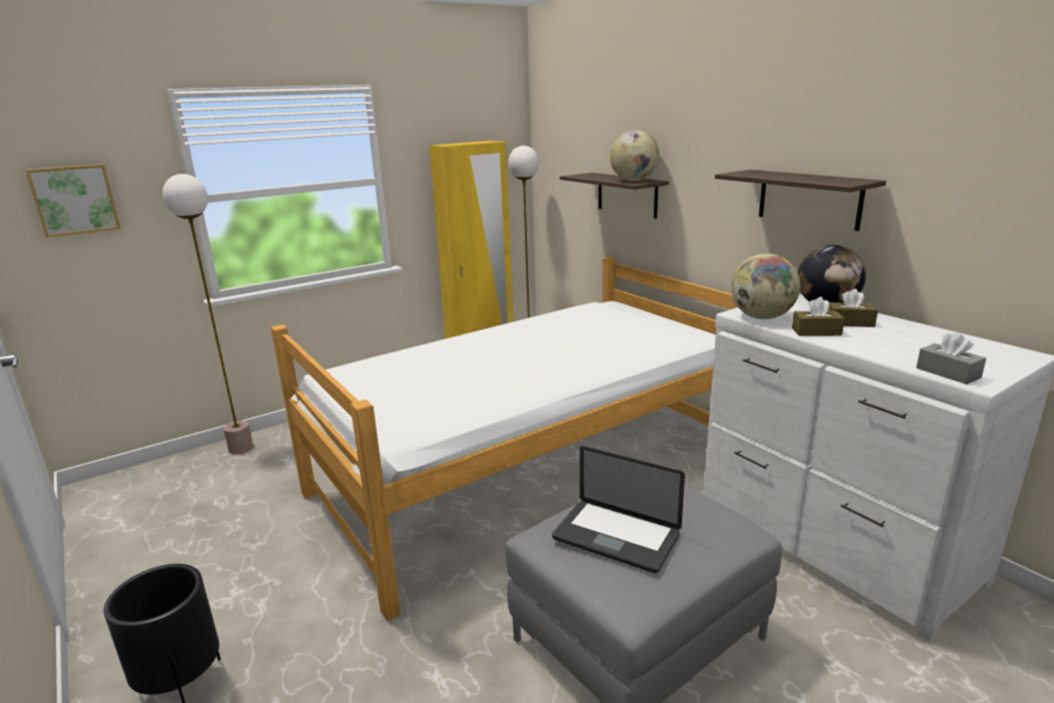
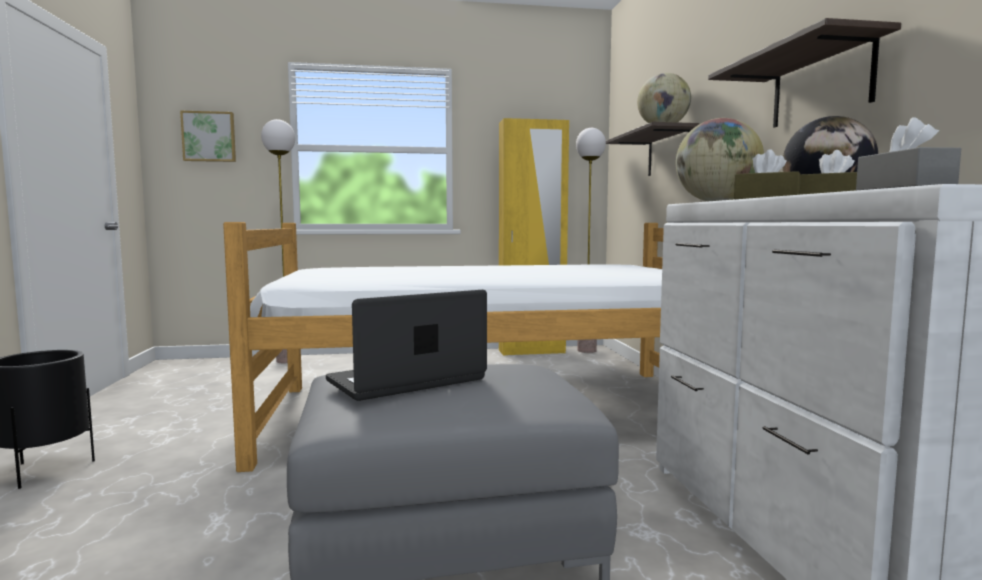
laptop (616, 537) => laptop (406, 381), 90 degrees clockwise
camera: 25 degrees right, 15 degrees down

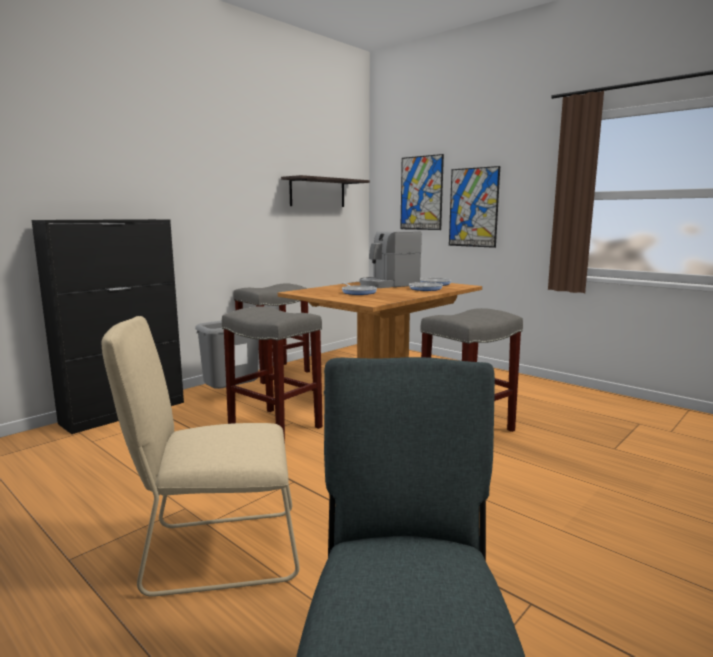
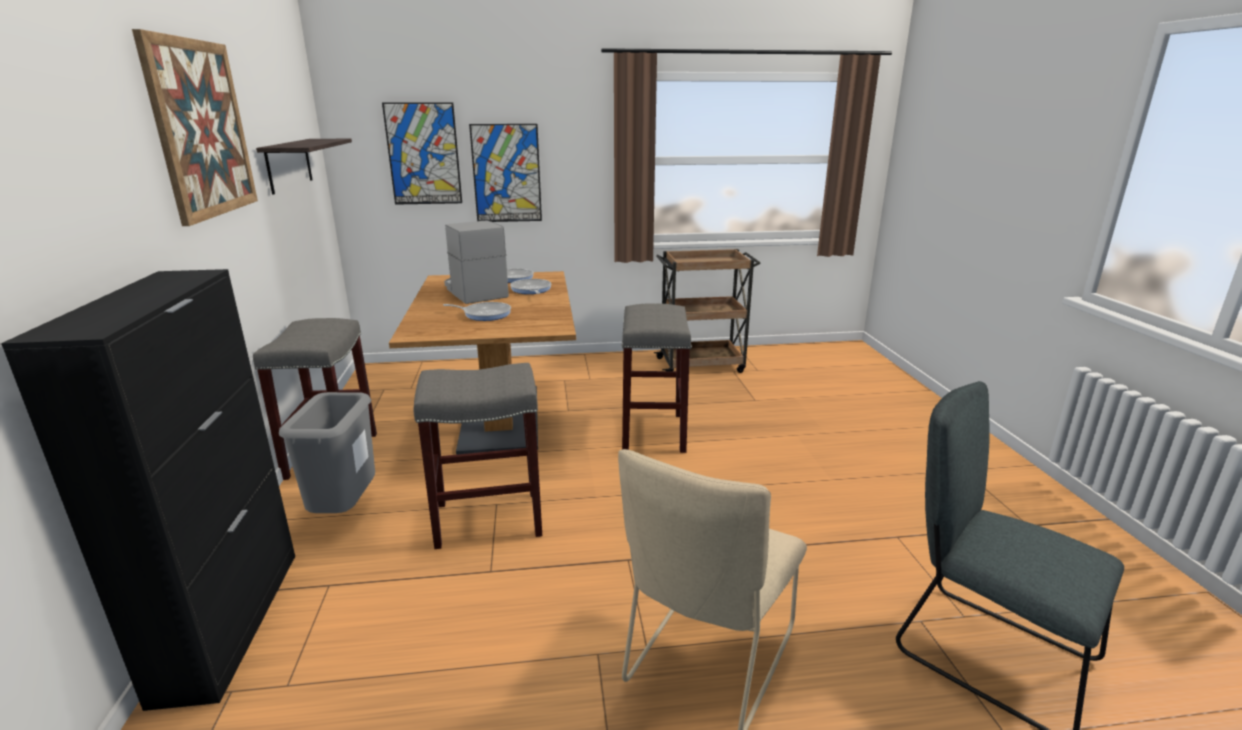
coffee machine (388, 285) => coffee machine (474, 292), 135 degrees clockwise
nothing => picture (201, 129)
nothing => brown cart (701, 365)
camera: 50 degrees left, 10 degrees up

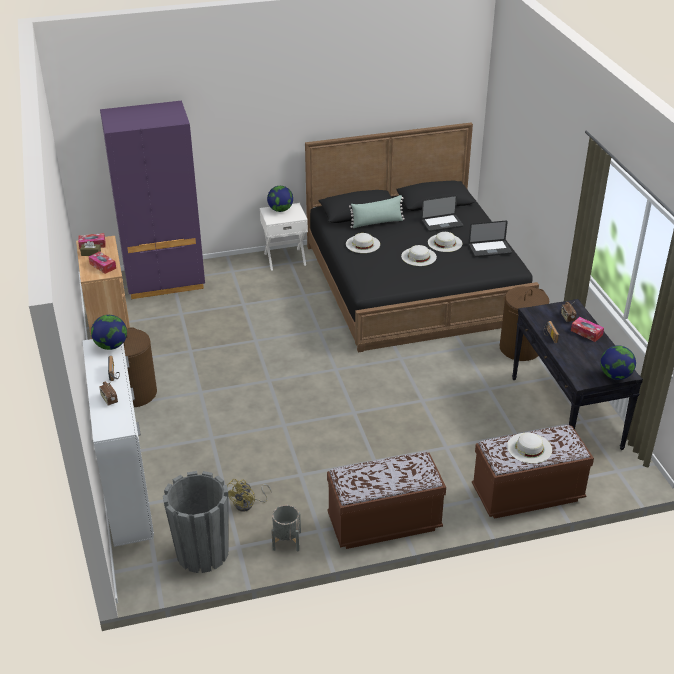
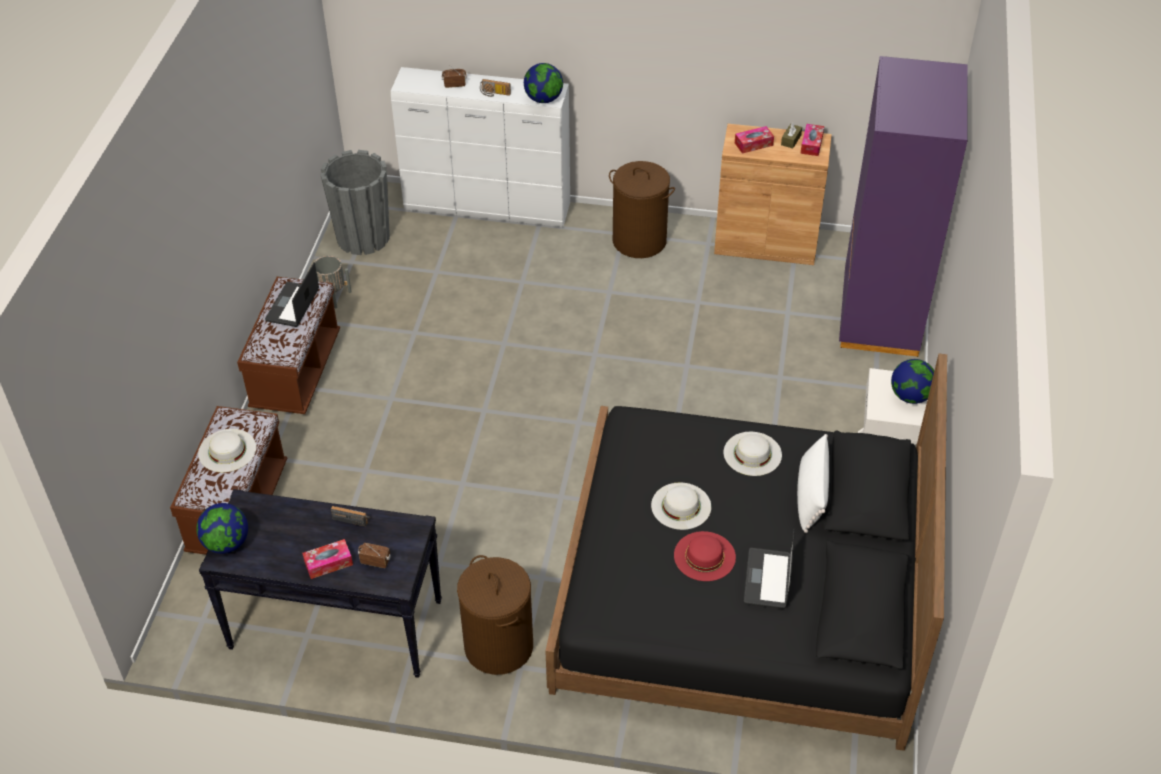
yellow fan (248, 504) => nothing
green pillow (377, 223) => white pillow (811, 495)
white hat (445, 243) => red hat (704, 556)
laptop (490, 249) => laptop (292, 305), moved
camera: 115 degrees right, 10 degrees up

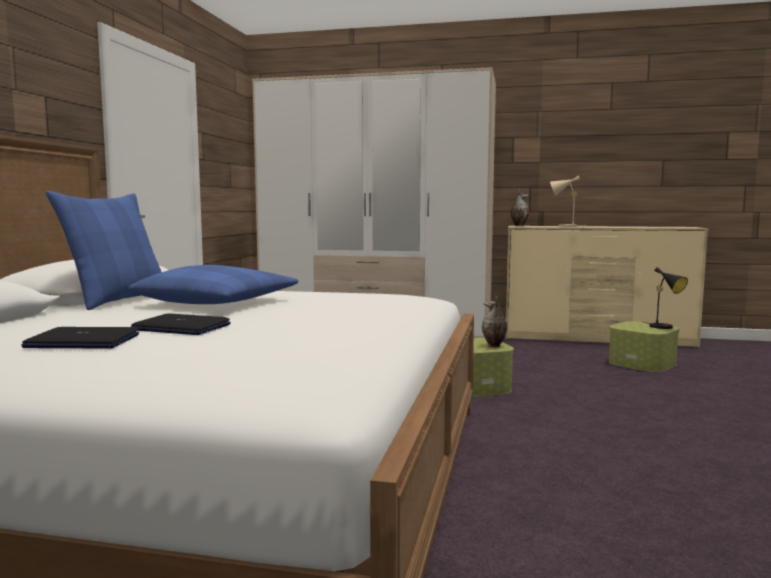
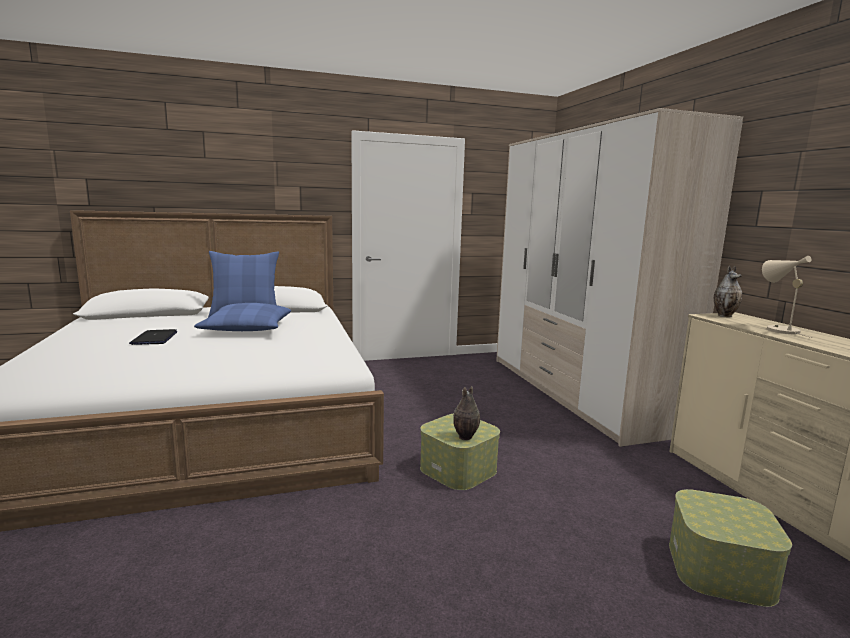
laptop (82, 341) => nothing
black table lamp (664, 327) => nothing
camera: 60 degrees right, 5 degrees up

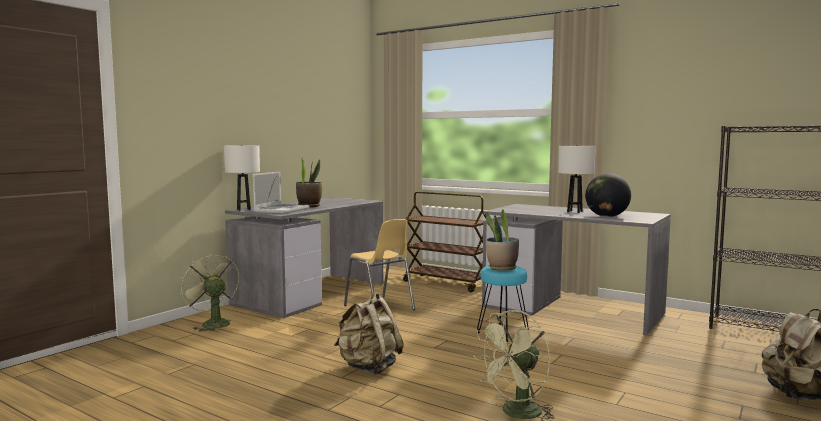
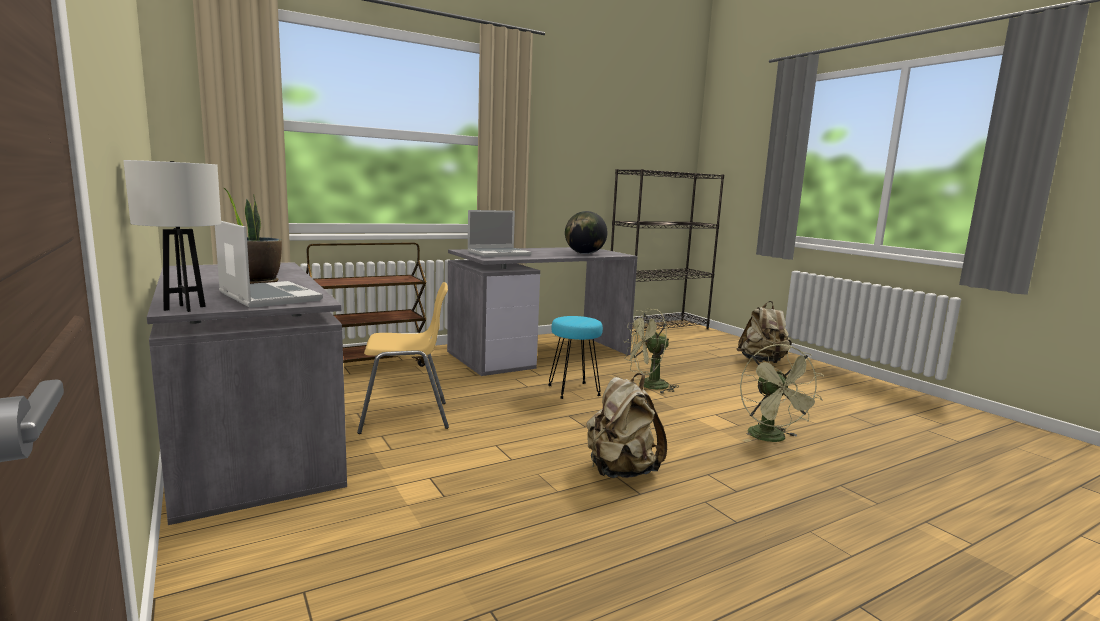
green fan (212, 323) => green fan (647, 386), moved
potted plant (501, 268) => nothing
white table lamp (574, 212) => nothing
nothing => laptop (499, 254)
camera: 65 degrees left, 5 degrees up

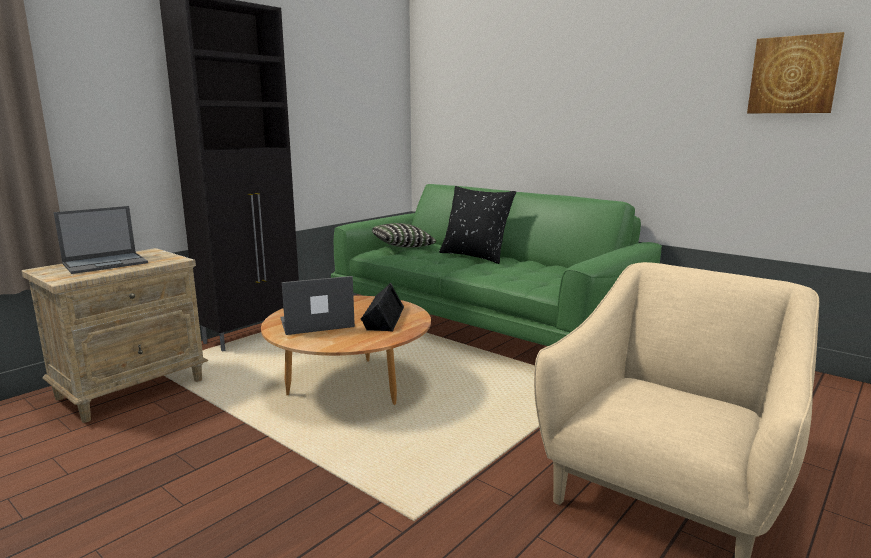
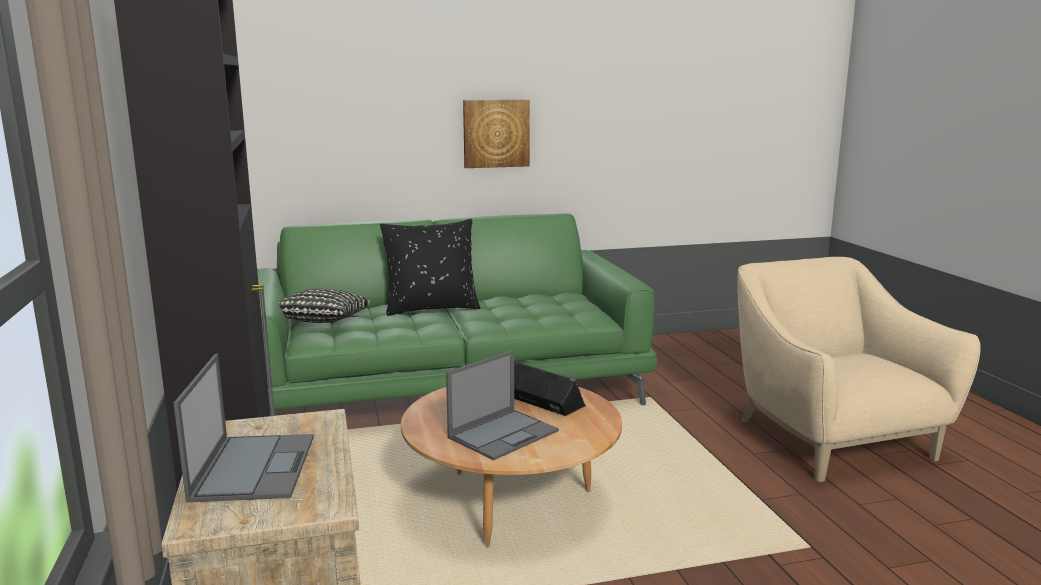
laptop (316, 323) => laptop (504, 434), 150 degrees counterclockwise
picture (793, 75) => picture (496, 133), moved
camera: 55 degrees left, 0 degrees up

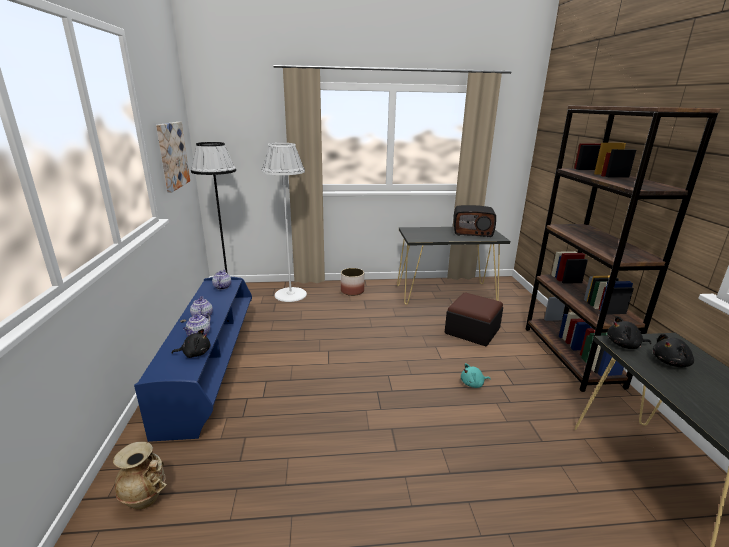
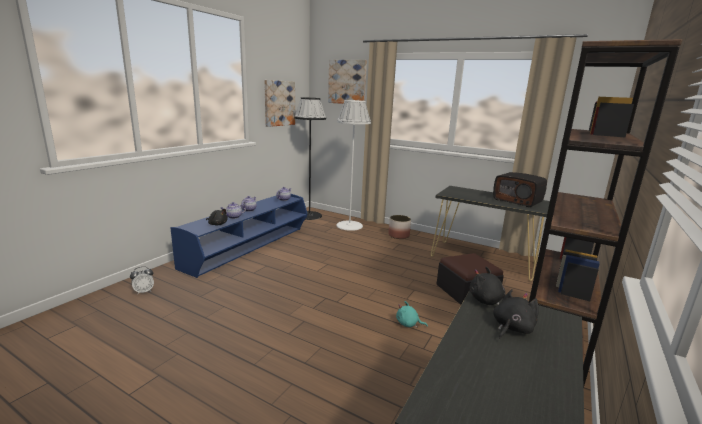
beige vase (146, 497) => alarm clock (144, 291)
black plush toy (671, 362) => black plush toy (511, 328), 120 degrees clockwise
nothing => picture (347, 82)
camera: 35 degrees right, 5 degrees down

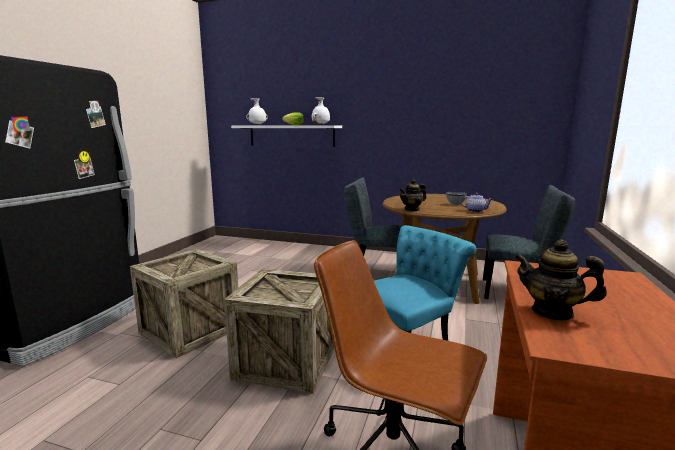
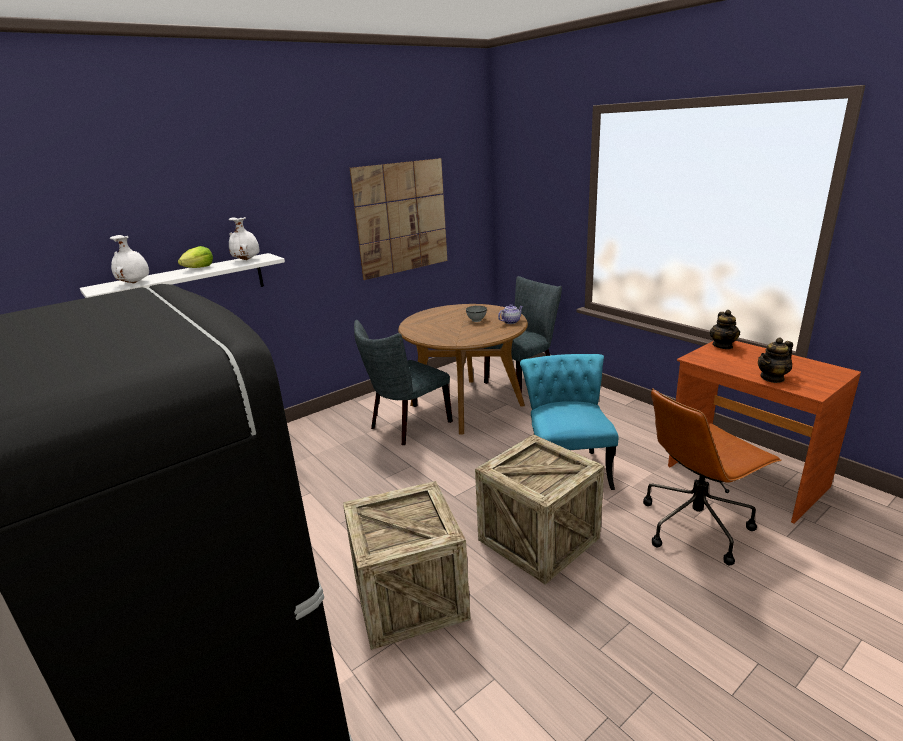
teapot (412, 209) => teapot (723, 346), moved
nothing => picture (402, 218)
camera: 55 degrees left, 10 degrees up

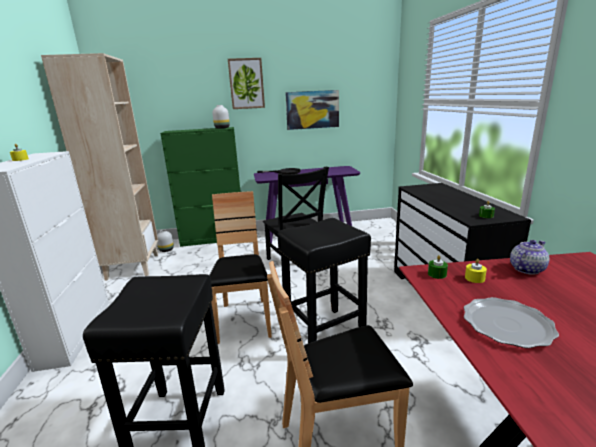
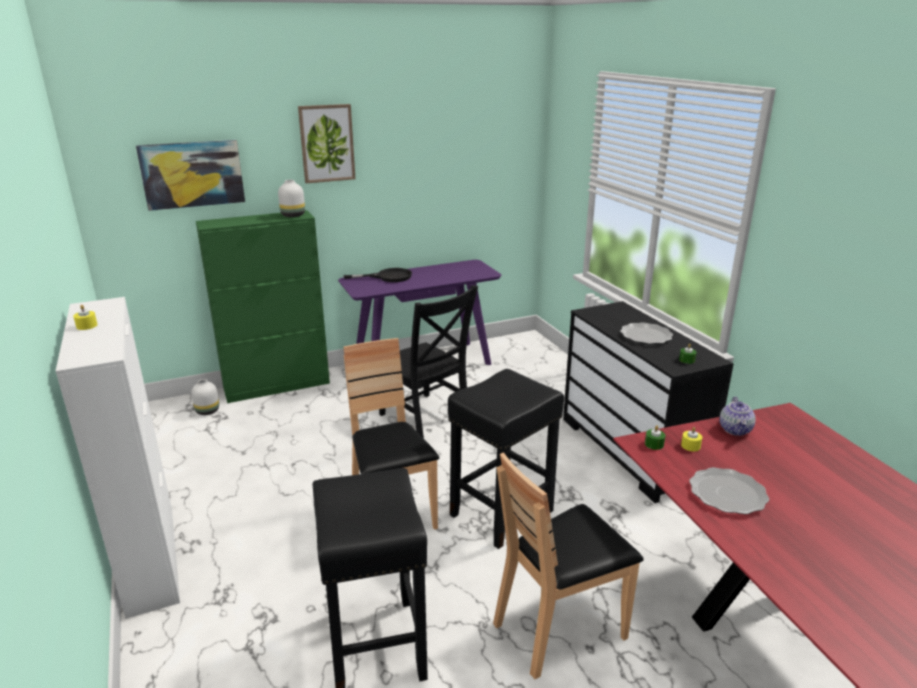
beige bookcase (133, 266) => nothing
picture (312, 109) => picture (192, 174), moved
teapot (526, 269) => teapot (735, 430), 150 degrees clockwise
nothing => plate (646, 336)
camera: 15 degrees left, 5 degrees up

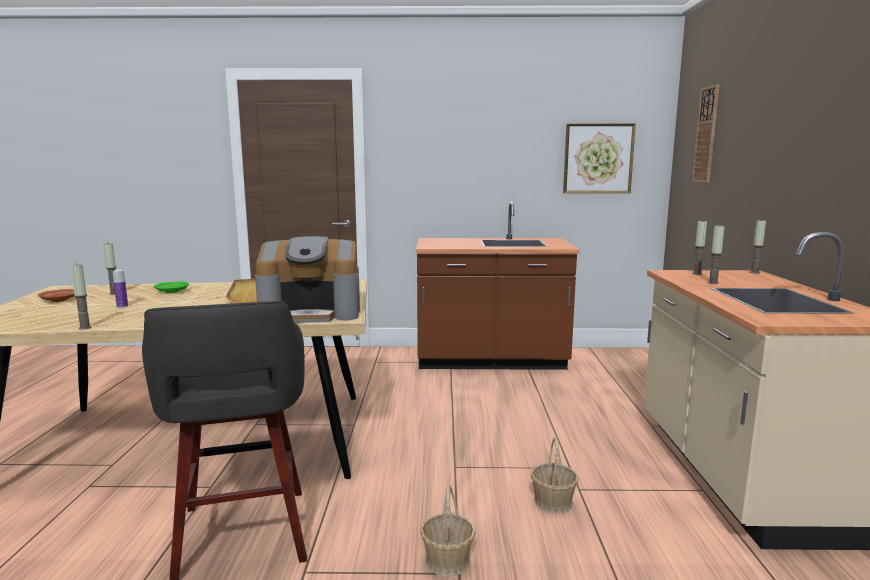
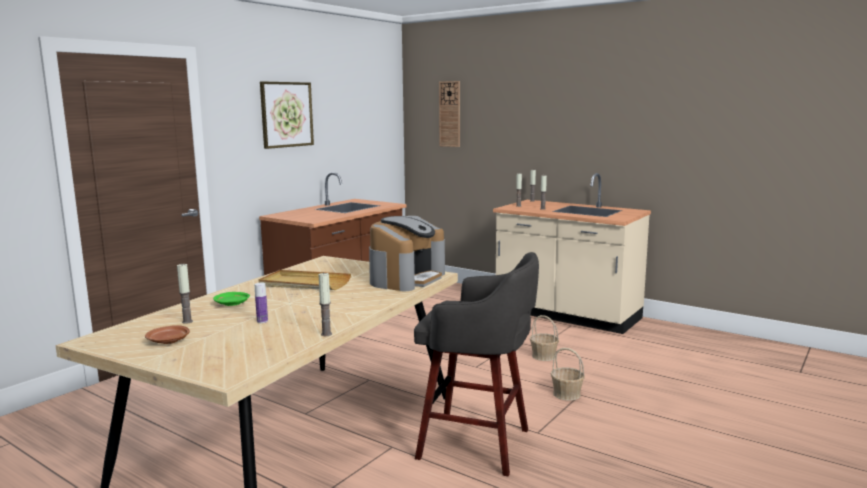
picture (598, 158) => picture (286, 114), moved
camera: 55 degrees left, 0 degrees up

